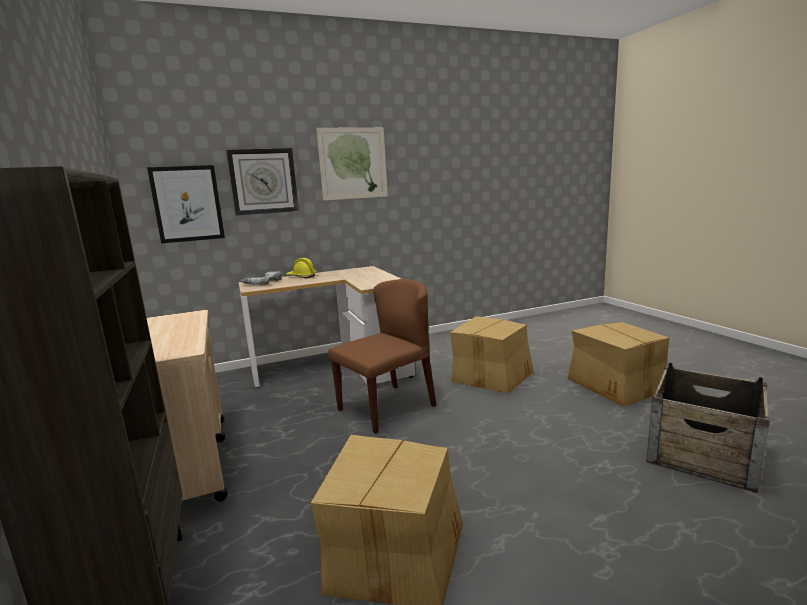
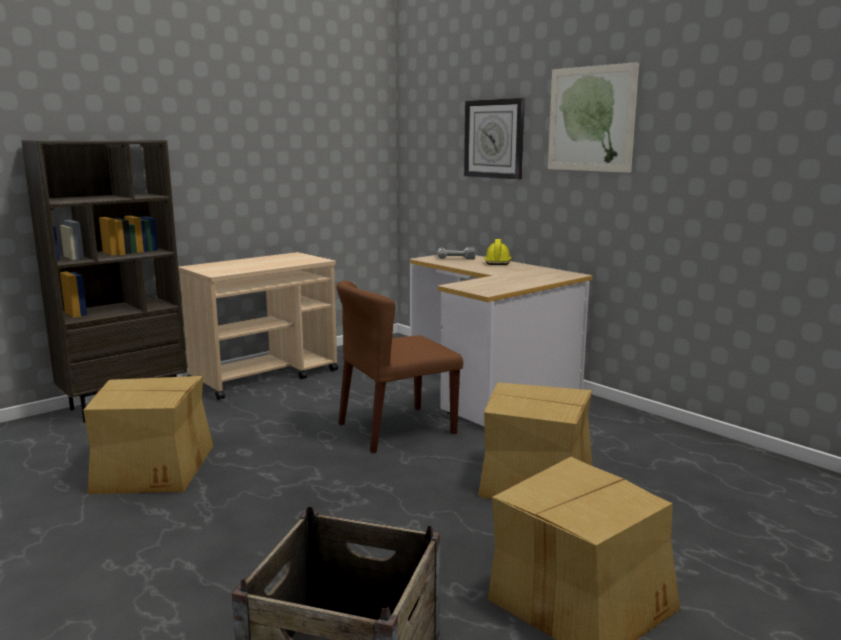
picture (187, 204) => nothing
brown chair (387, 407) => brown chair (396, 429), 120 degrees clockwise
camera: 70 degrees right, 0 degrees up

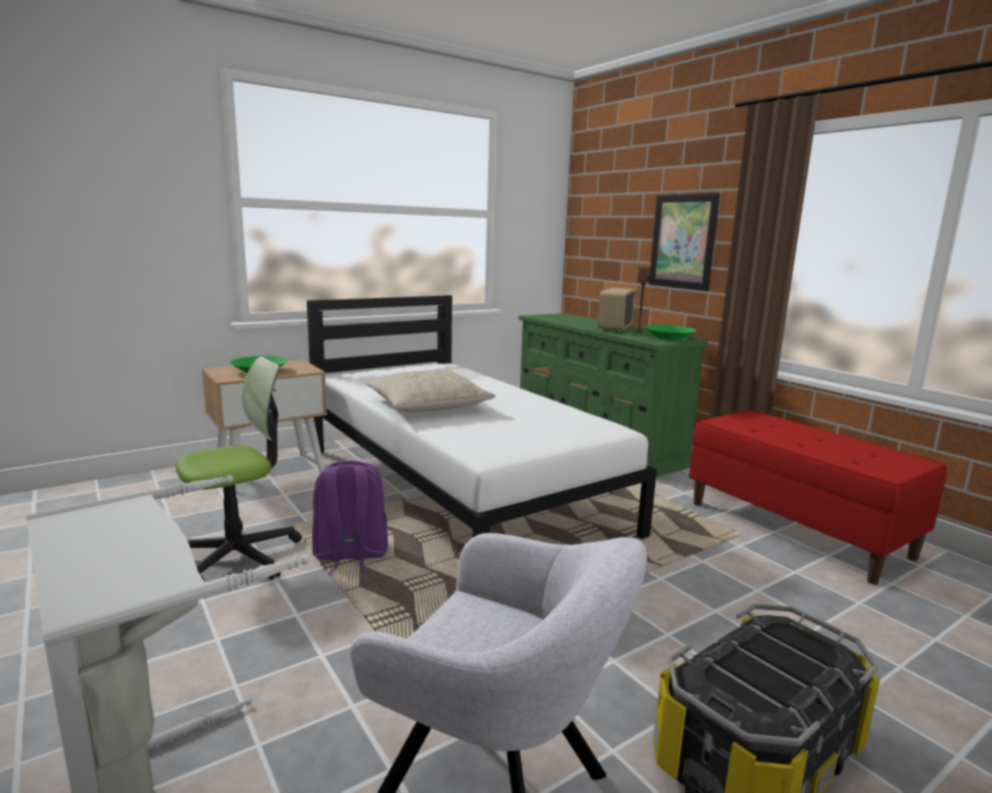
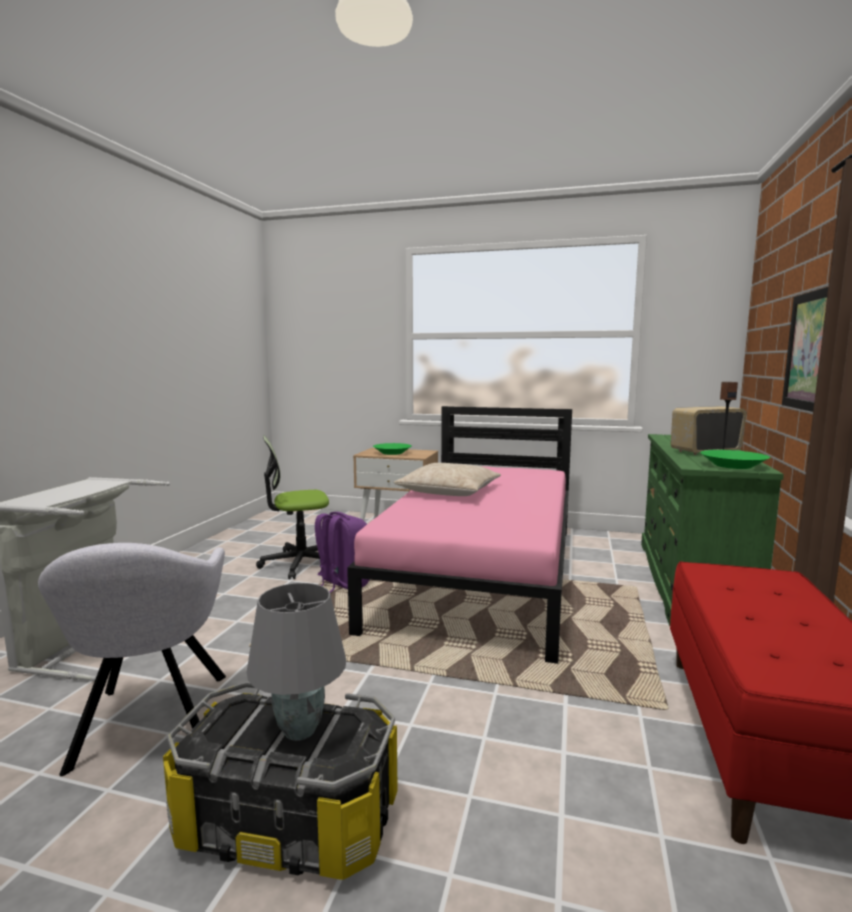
office chair (238, 556) => office chair (299, 563), 150 degrees clockwise
white bed (458, 489) => pink bed (483, 573)
nothing => grey table lamp (300, 731)
camera: 50 degrees right, 5 degrees down

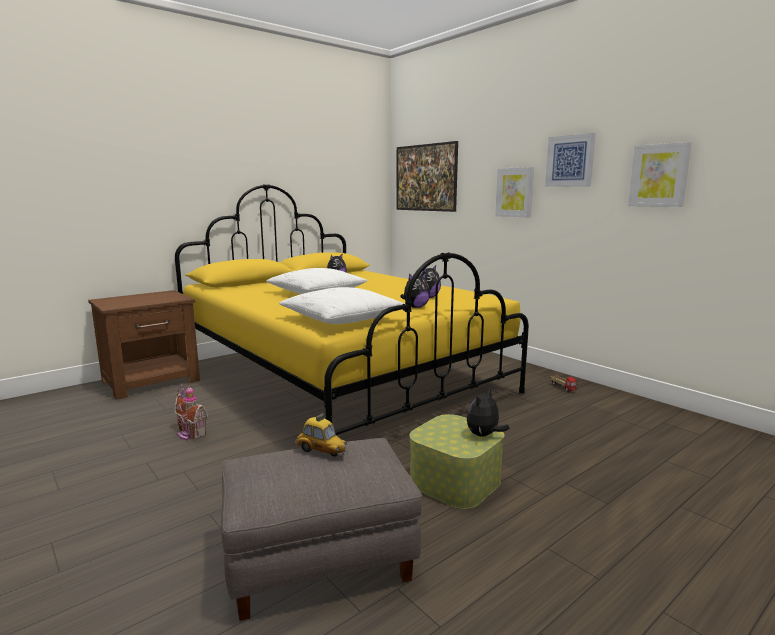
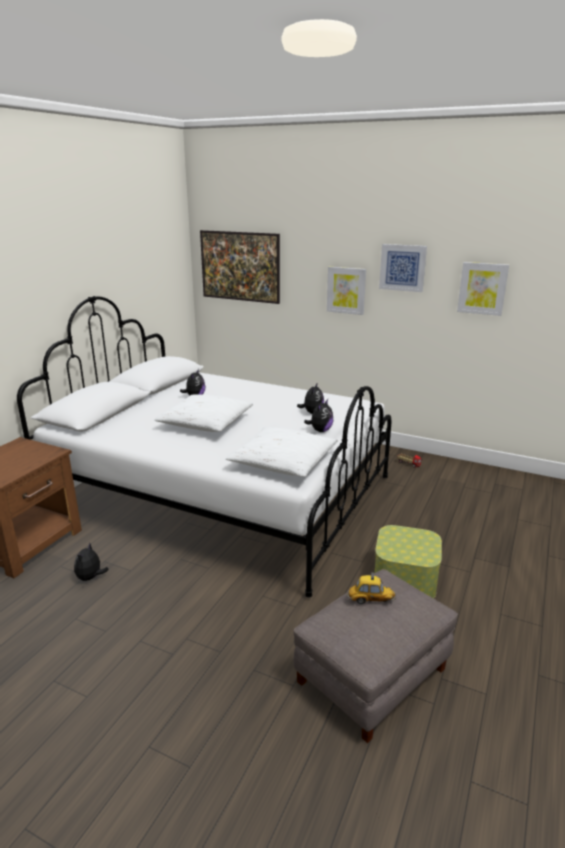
yellow bed (341, 378) => white bed (222, 494)
toy house (190, 433) => nothing
plush toy (484, 435) => plush toy (90, 578), moved
camera: 25 degrees left, 10 degrees up

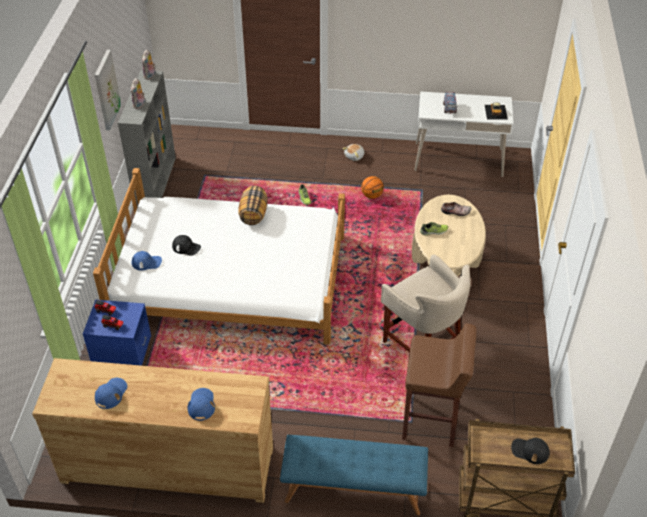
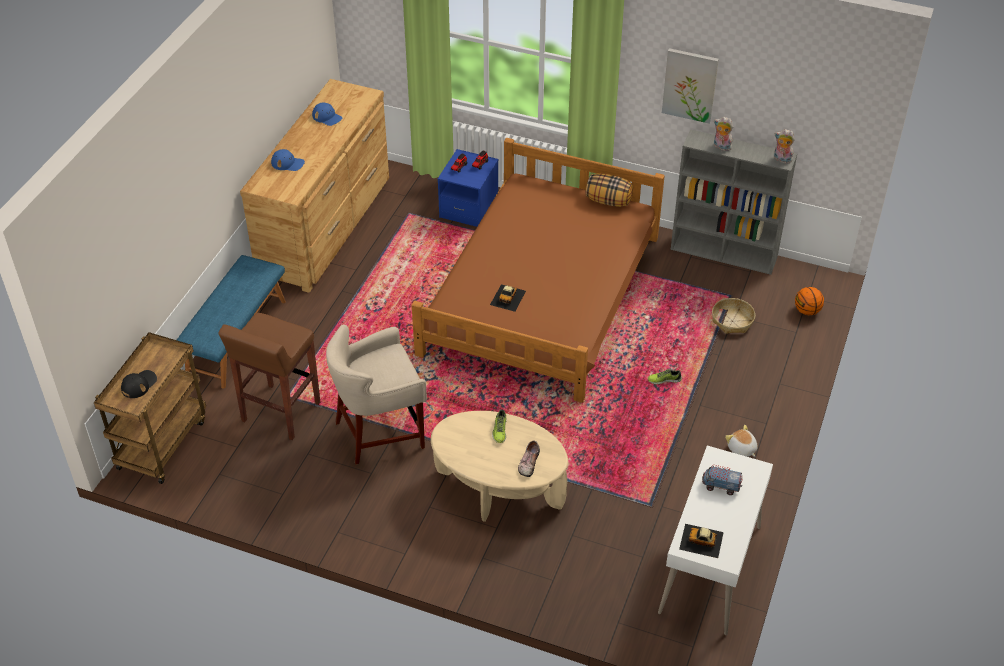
white bed (231, 278) => brown bed (541, 295)
blue cap (146, 262) => nothing
black cap (186, 247) => nothing
pillow (253, 214) => pillow (608, 201), moved
basketball (371, 195) => basketball (807, 311), moved
nothing => toy car (508, 297)
nothing => basket (732, 321)
camera: 105 degrees right, 0 degrees up

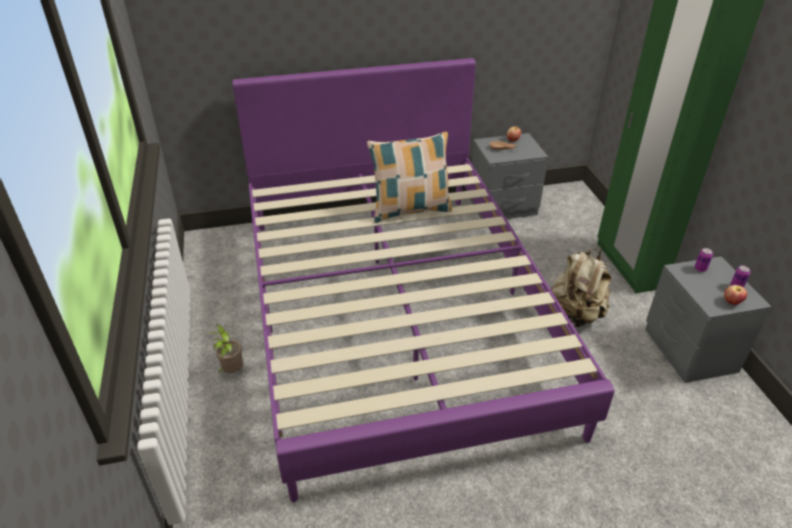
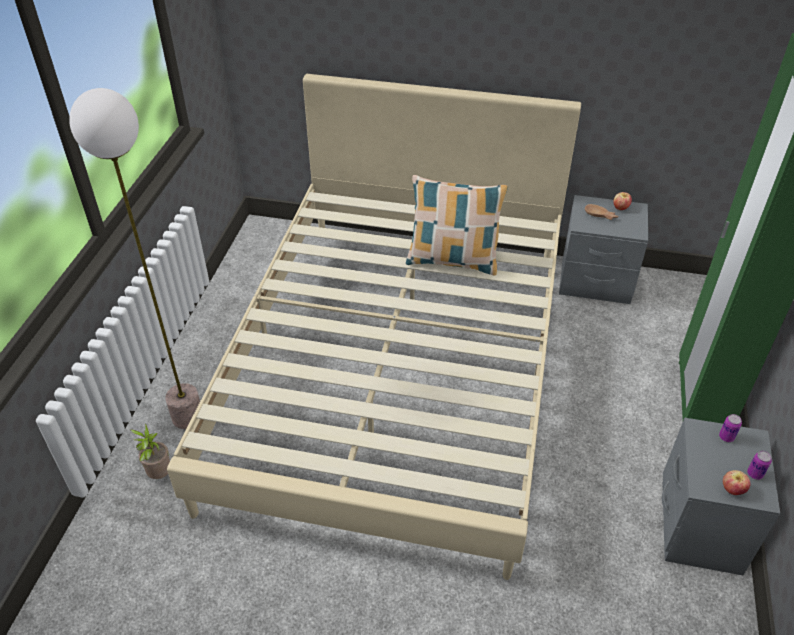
potted plant (232, 371) => potted plant (159, 474), moved
purple bed (396, 313) => beige bed (398, 368)
beige backpack (576, 314) => nothing
nothing => floor lamp (188, 417)
camera: 25 degrees right, 5 degrees up

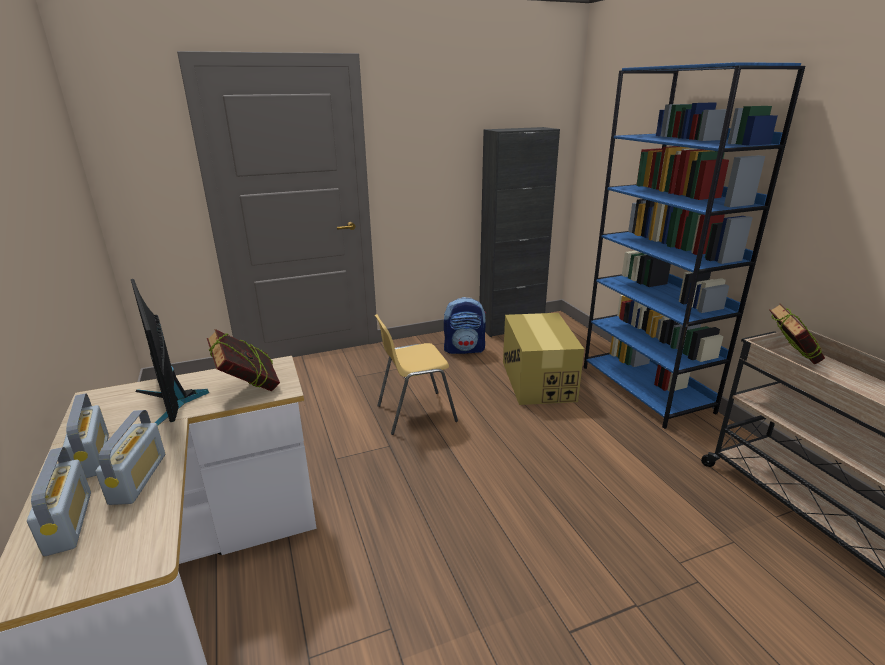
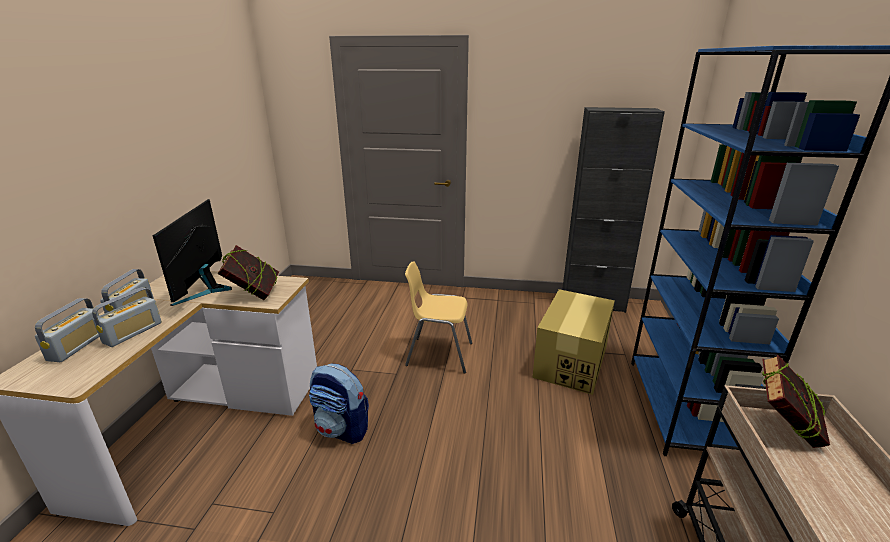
backpack (464, 349) => backpack (342, 429), moved
camera: 30 degrees right, 0 degrees up

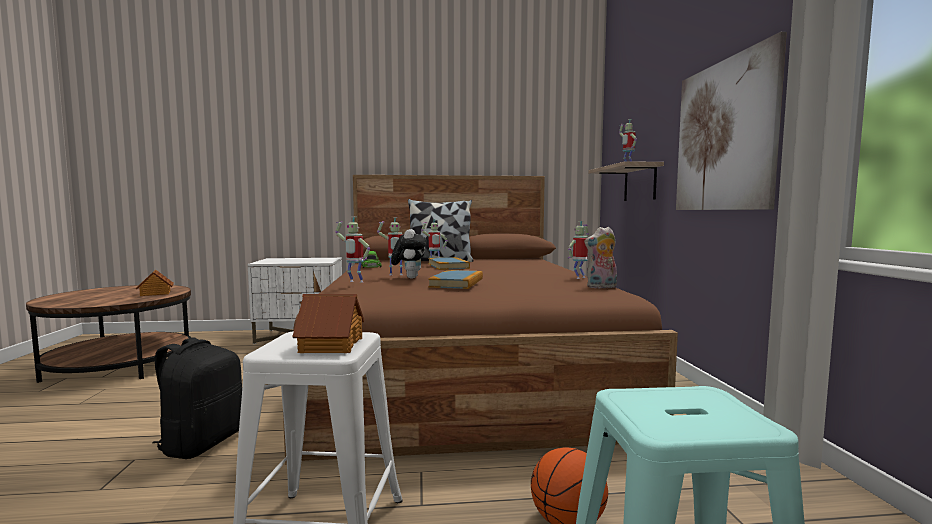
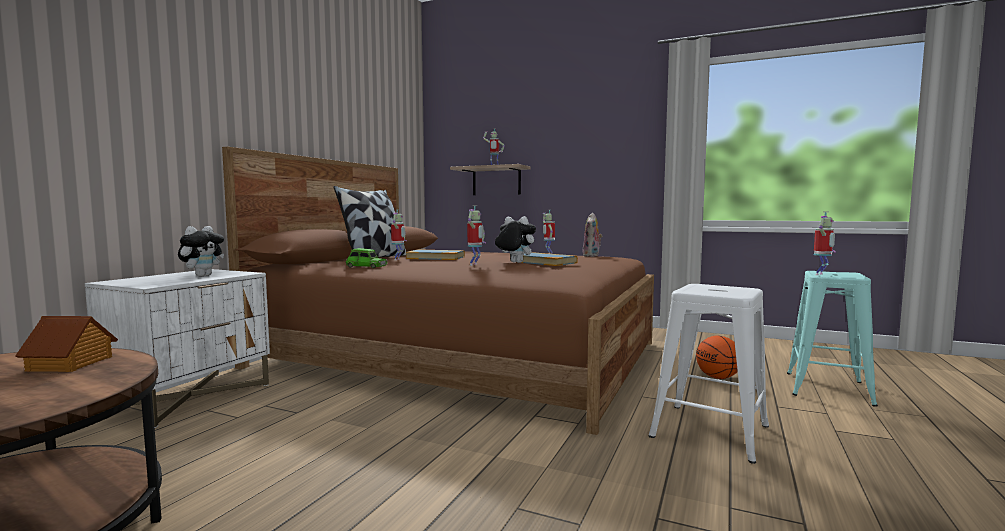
black backpack (202, 443) => nothing
toy house (330, 345) => nothing
toy robot (354, 282) => toy robot (821, 274), moved
picture (724, 136) => nothing
nothing => plush toy (203, 276)
camera: 60 degrees left, 0 degrees up

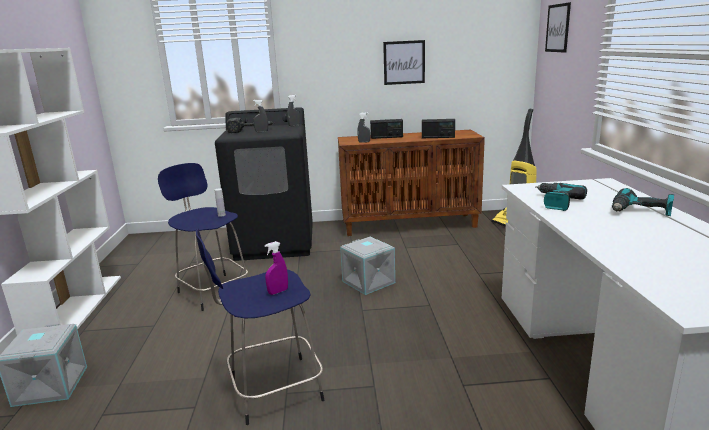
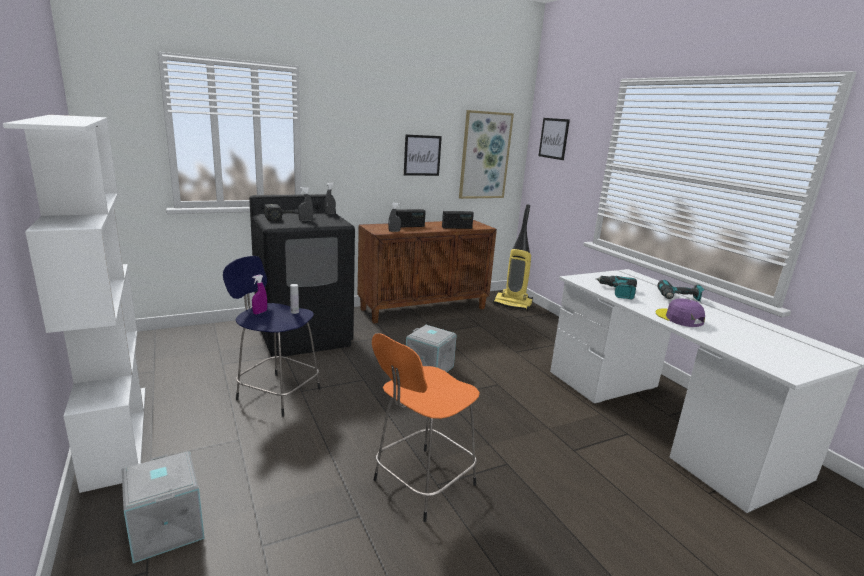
blue stool (272, 390) => orange stool (421, 484)
purple spray bottle (278, 292) => purple spray bottle (260, 312), moved
nothing => picture (485, 155)
nothing => purple cap (679, 318)
camera: 25 degrees left, 0 degrees up

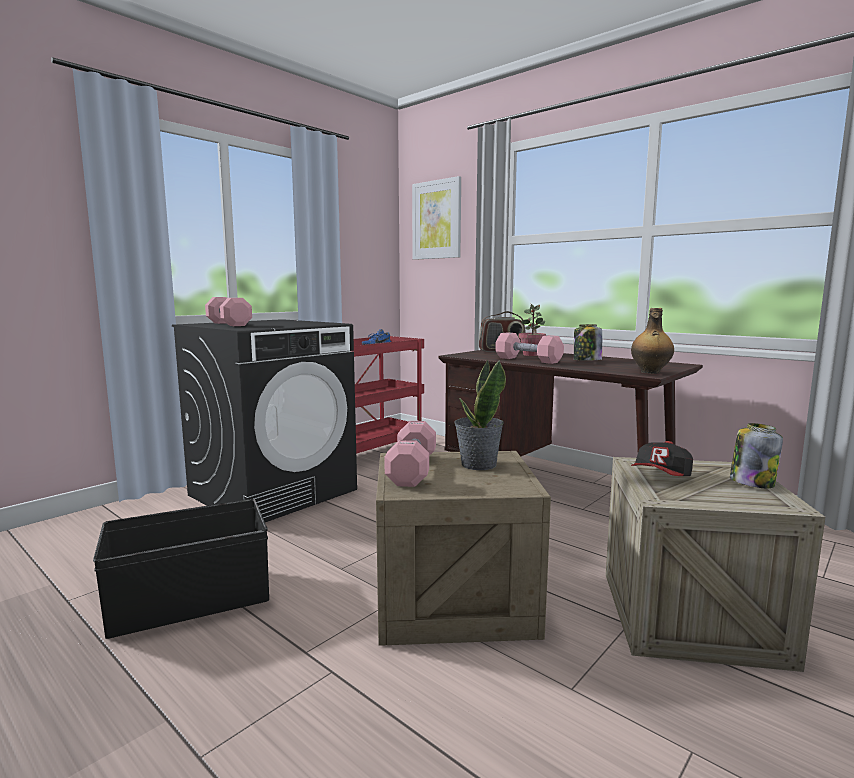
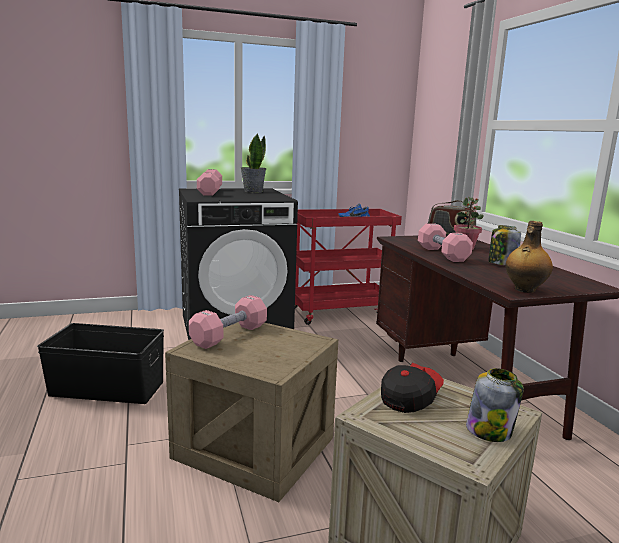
picture (437, 220) => nothing
potted plant (478, 464) => potted plant (253, 191), moved
cap (661, 477) => cap (409, 398), 150 degrees clockwise
camera: 30 degrees right, 5 degrees up

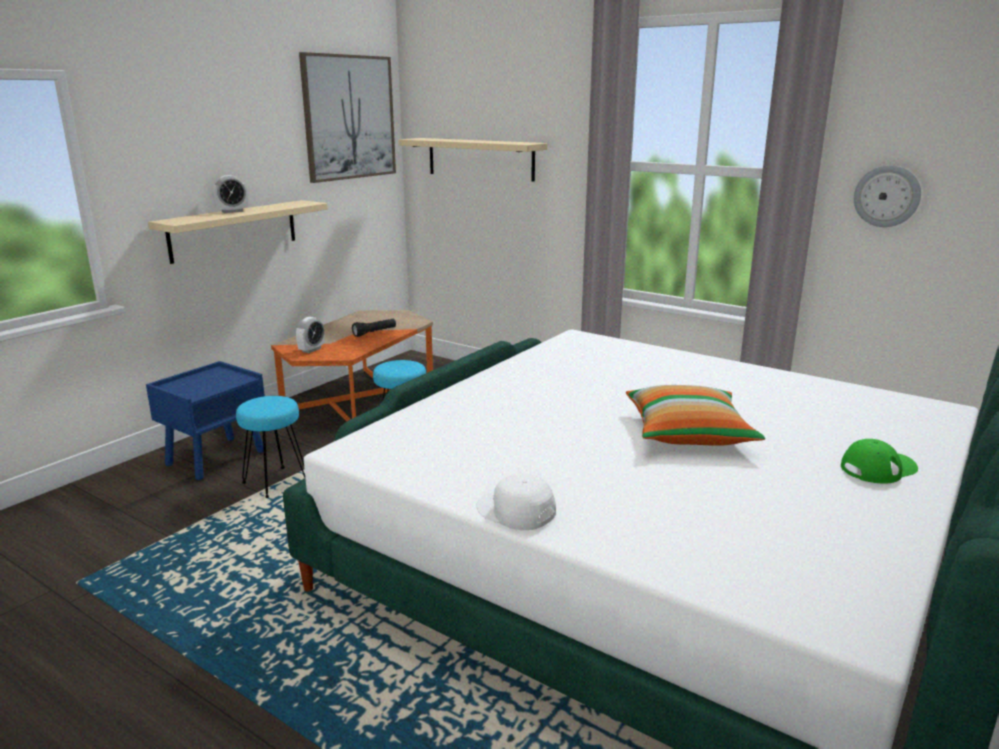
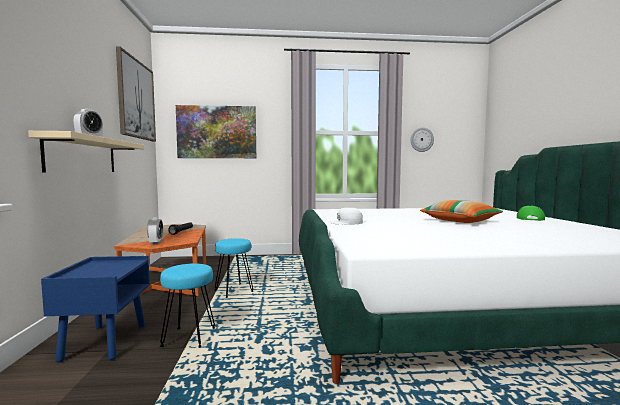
beige shelf (480, 159) => picture (217, 132)
white cap (515, 511) => white cap (346, 222), moved
camera: 40 degrees left, 15 degrees down

